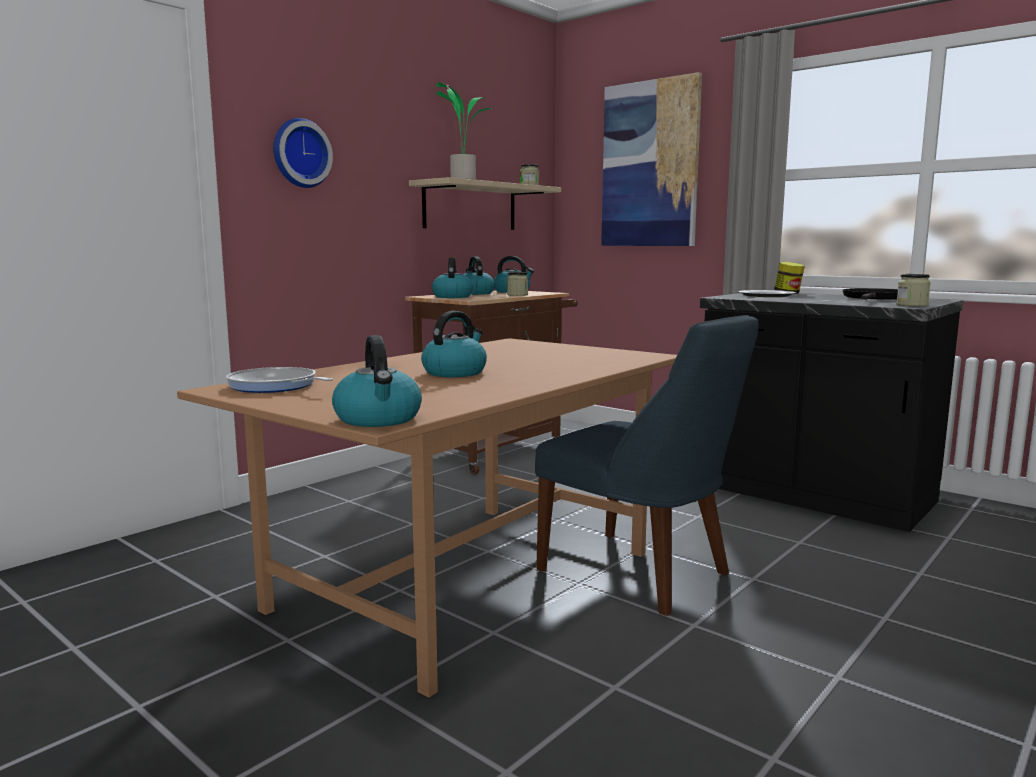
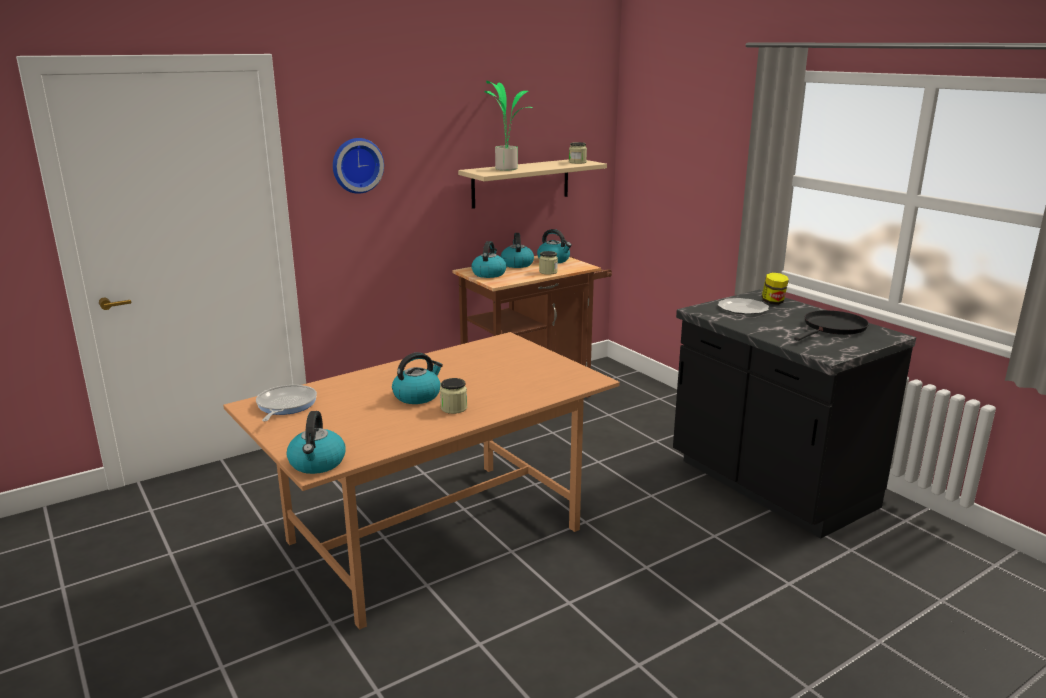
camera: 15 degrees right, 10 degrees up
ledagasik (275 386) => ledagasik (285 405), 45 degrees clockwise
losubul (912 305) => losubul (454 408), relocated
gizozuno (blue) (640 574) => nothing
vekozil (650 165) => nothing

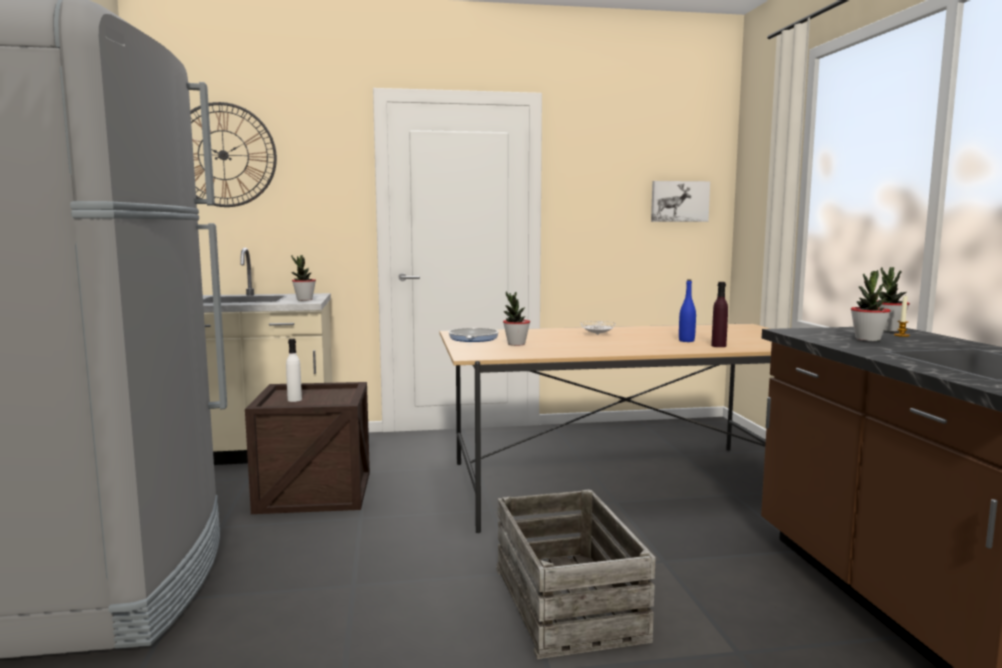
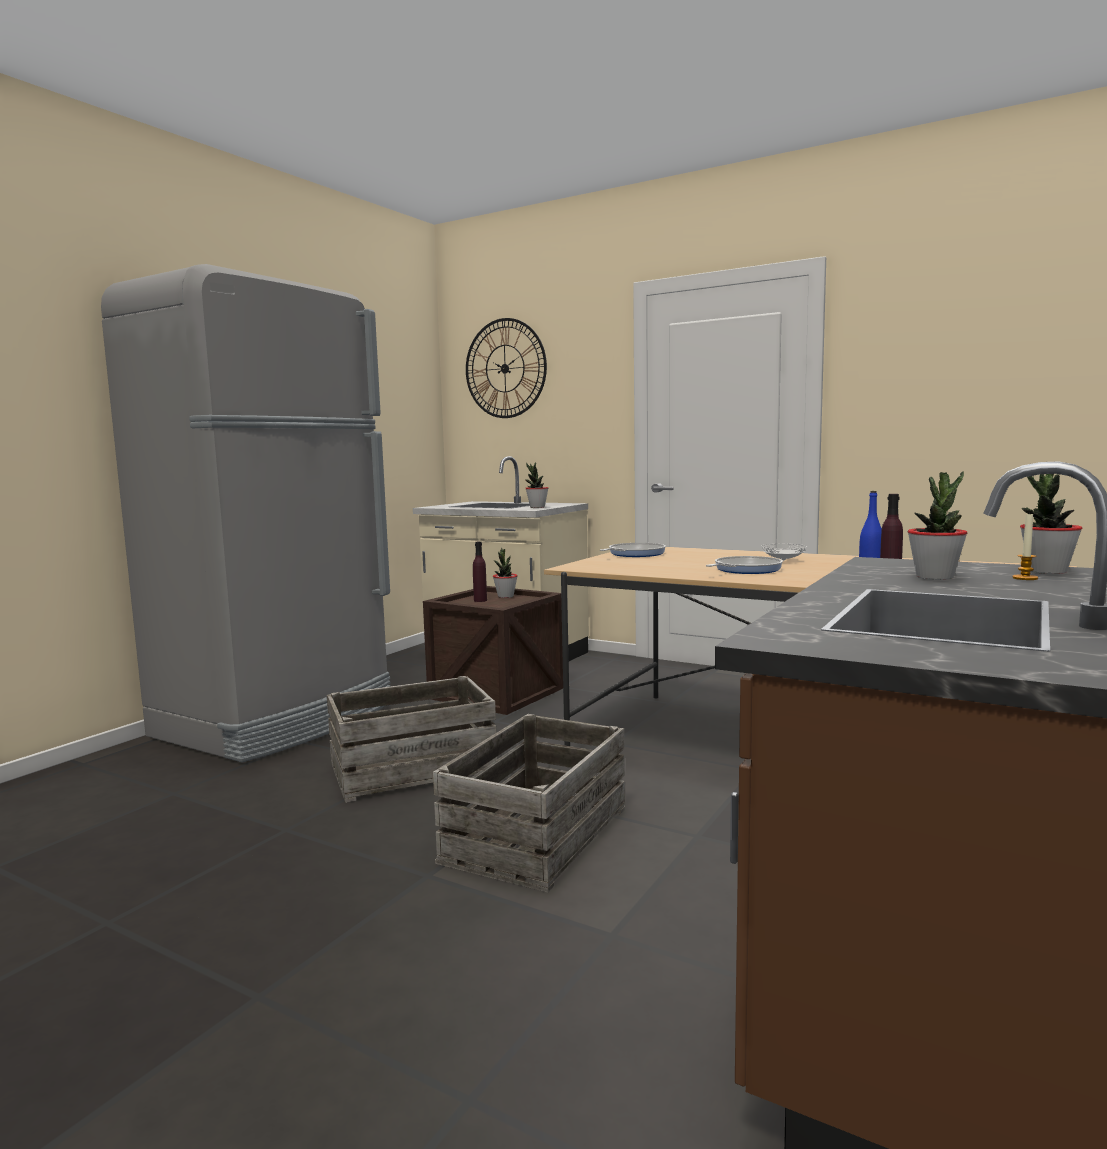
camera: 40 degrees right, 0 degrees up
nothing => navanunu (413 769)
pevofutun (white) (294 400) => pevofutun (purple) (480 600)
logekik (516 344) => logekik (505 596), relocated
nothing => ledagasik (745 570)
vekozil (679 201) => nothing

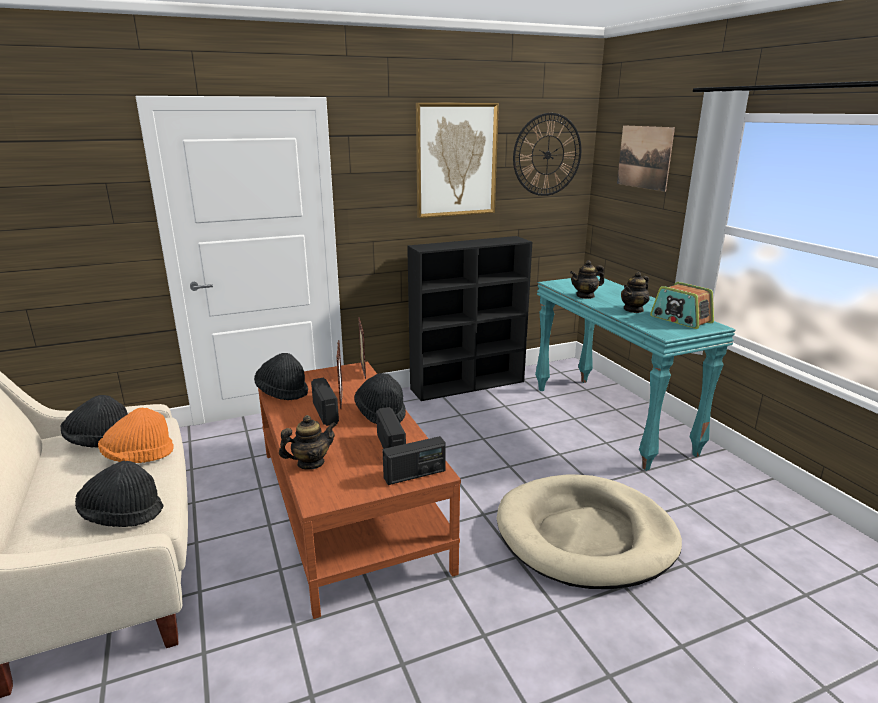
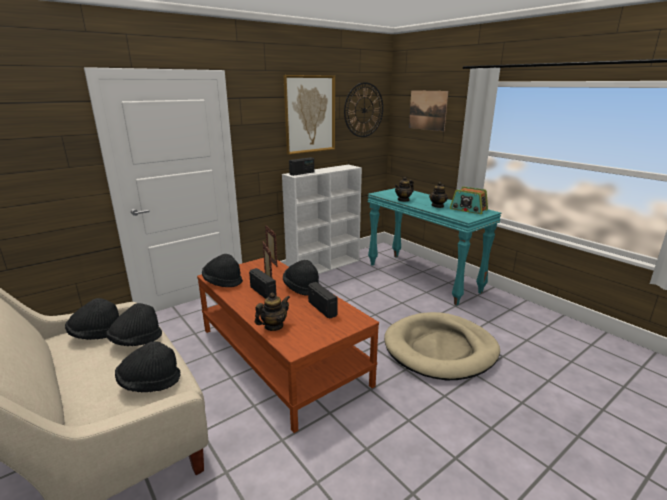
camera: 15 degrees left, 0 degrees up
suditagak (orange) (139 457) => suditagak (black) (136 341)
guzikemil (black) (468 385) => guzikemil (white) (324 266)
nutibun (415 474) => nutibun (302 173), relocated

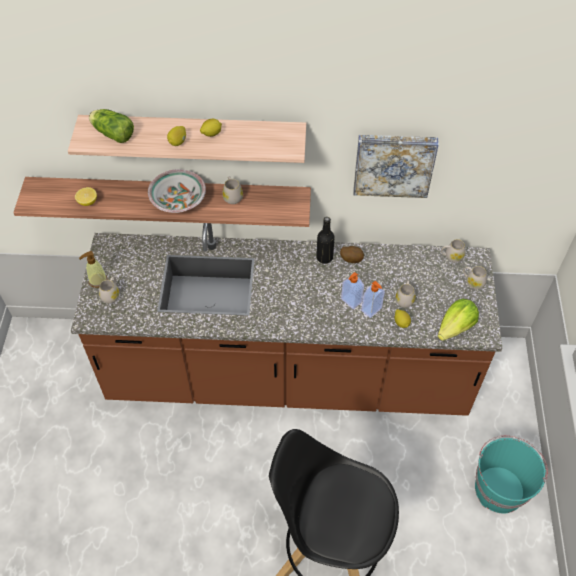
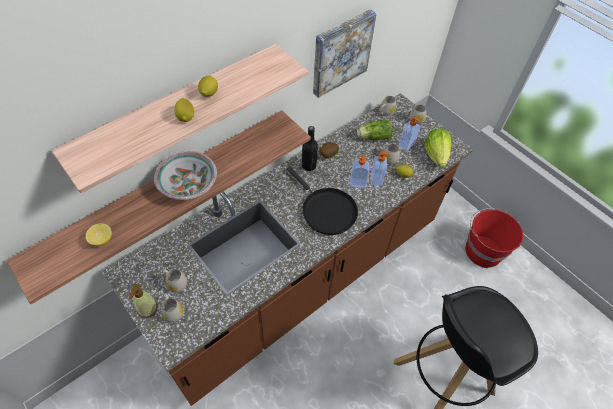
camera: 45 degrees left, 0 degrees up
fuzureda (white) (232 196) => fuzureda (white) (175 283), relocated
nothing => ledagasik (black) (326 210)
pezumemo (112 133) => pezumemo (373 137), relocated
nothing => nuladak (407 145)
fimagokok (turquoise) (499 488) => fimagokok (red) (482 250)

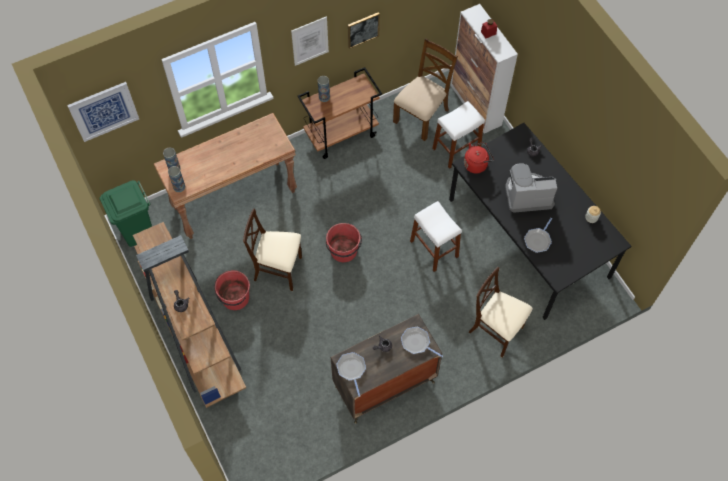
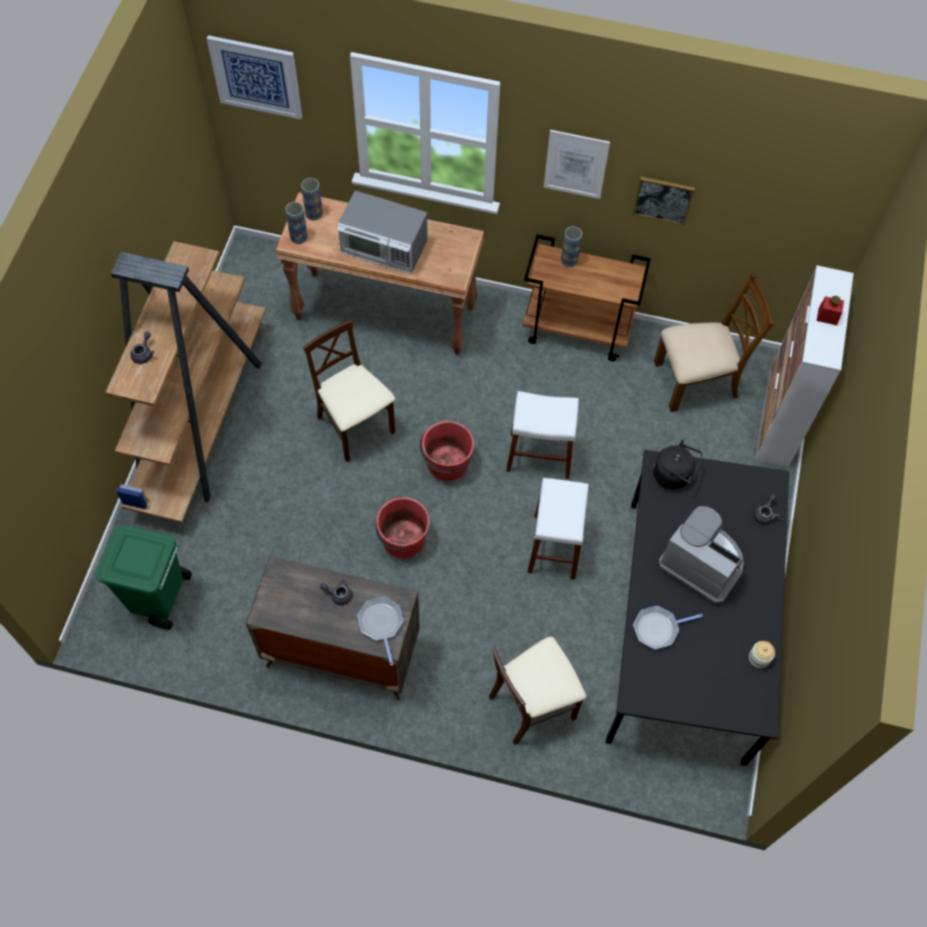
camera: 40 degrees right, 0 degrees up
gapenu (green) (138 232) => gapenu (green) (158 598), relocated
nothing => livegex (383 247)
fimagokok (red) (235 298) => fimagokok (red) (403 539), relocated
gizozuno (beige) (496 331) => gizozuno (beige) (532 704), 105 degrees counterclockwise
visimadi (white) (456 149) => visimadi (white) (539 455), relocated
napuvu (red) (476 164) => napuvu (black) (674 475)
ledagasik (351 369) => nothing

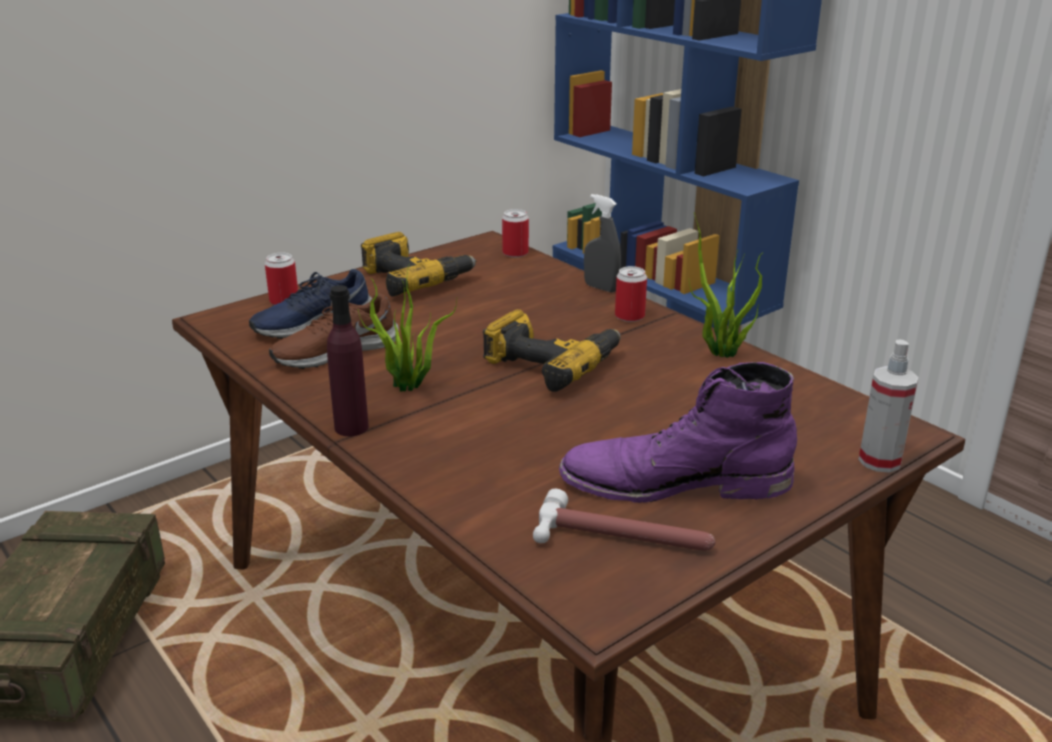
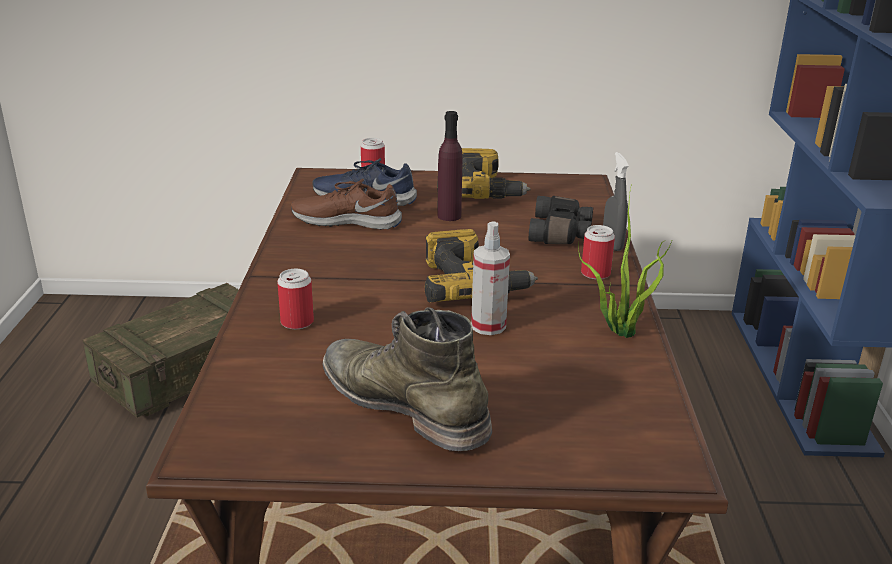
camera: 40 degrees right, 0 degrees up
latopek (515 253) => latopek (297 322), relocated
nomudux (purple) (674 482) => nomudux (green) (403 403)
pevofutun (purple) (351 427) => pevofutun (purple) (449 216), relocated
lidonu (879 461) => lidonu (488 326), relocated
nothing => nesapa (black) (561 233)
logekik (409 387) => nothing
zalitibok (624 539) => nothing

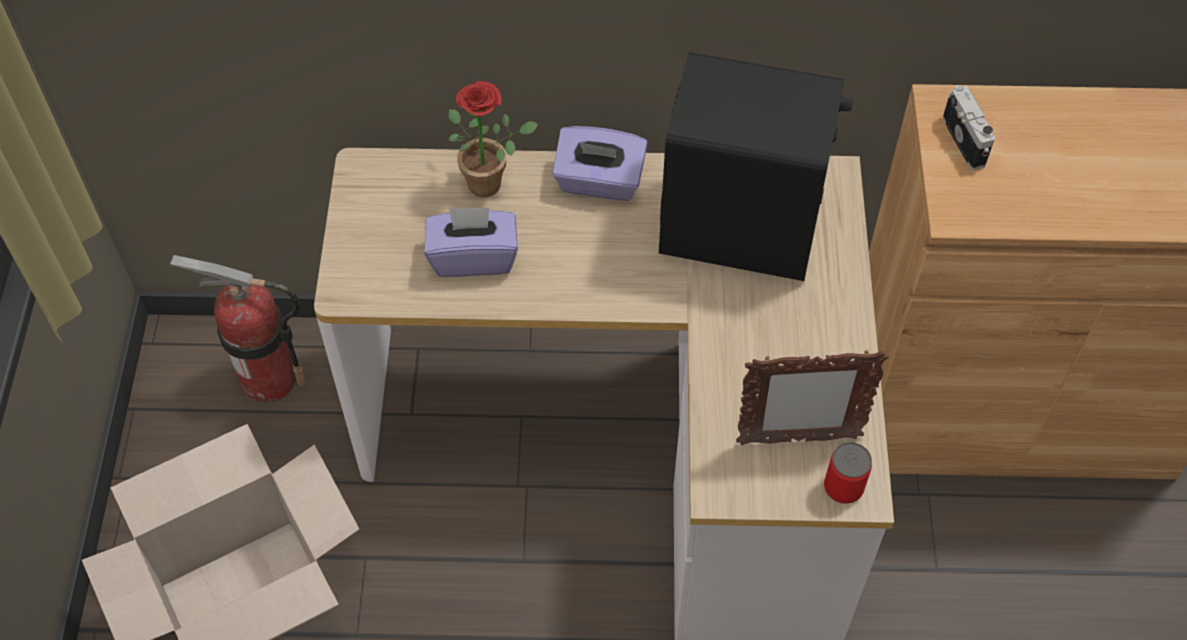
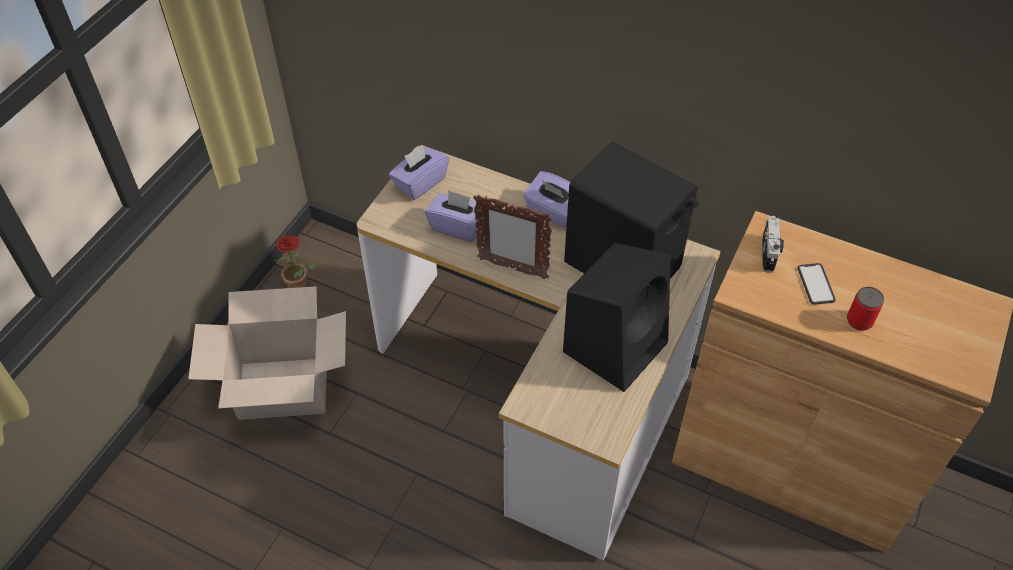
camera: 25 degrees right, 5 degrees down
logekik (491 182) => logekik (301 287), relocated
nothing => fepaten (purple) (420 183)
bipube (797 440) => bipube (512 268), relocated
nothing => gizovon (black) (616 345)
nothing => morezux (815 284)
latopek (843 487) => latopek (859 321), relocated
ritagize (268 378) => nothing

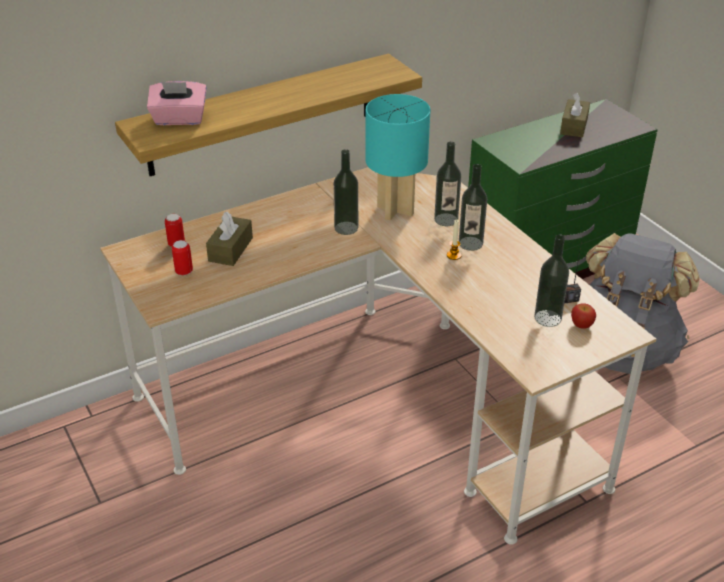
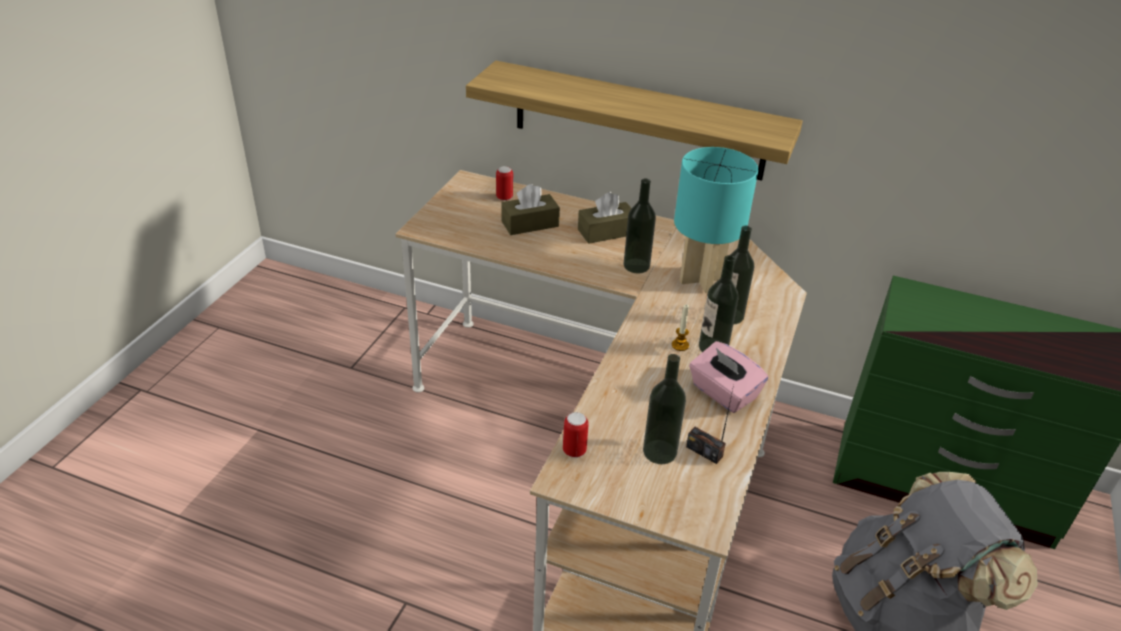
camera: 50 degrees right, 0 degrees up
latopek (184 272) => latopek (574 451), relocated
fepaten (brown) (574 126) => fepaten (brown) (606 232), relocated
fepaten (pink) (179 119) => fepaten (pink) (723 393), relocated
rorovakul (581 325) => nothing

